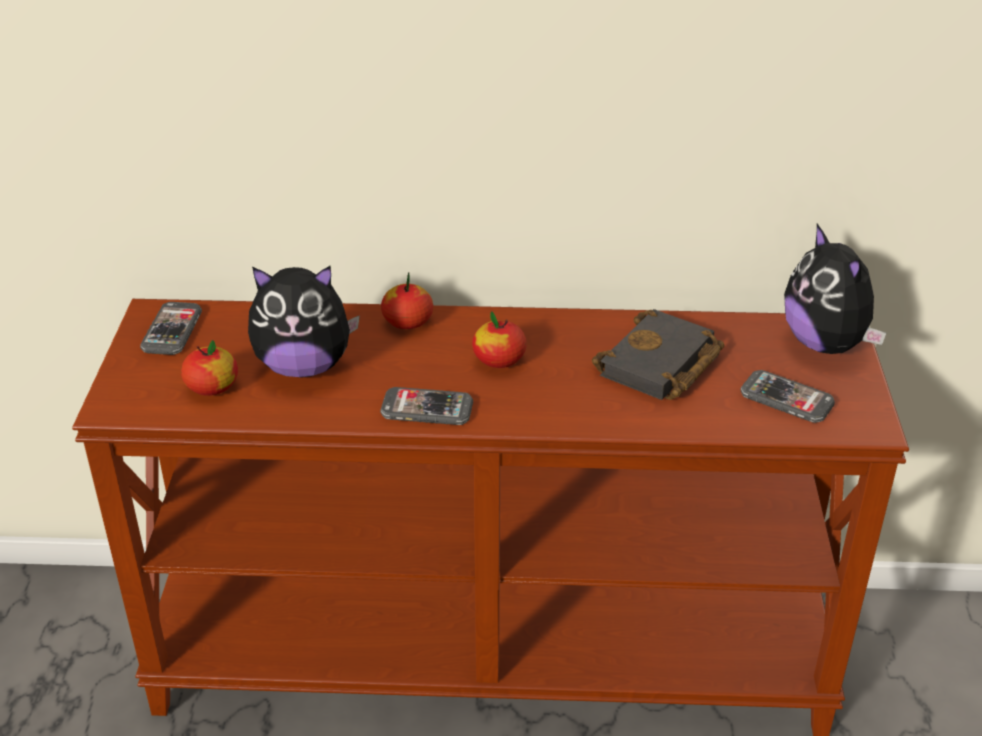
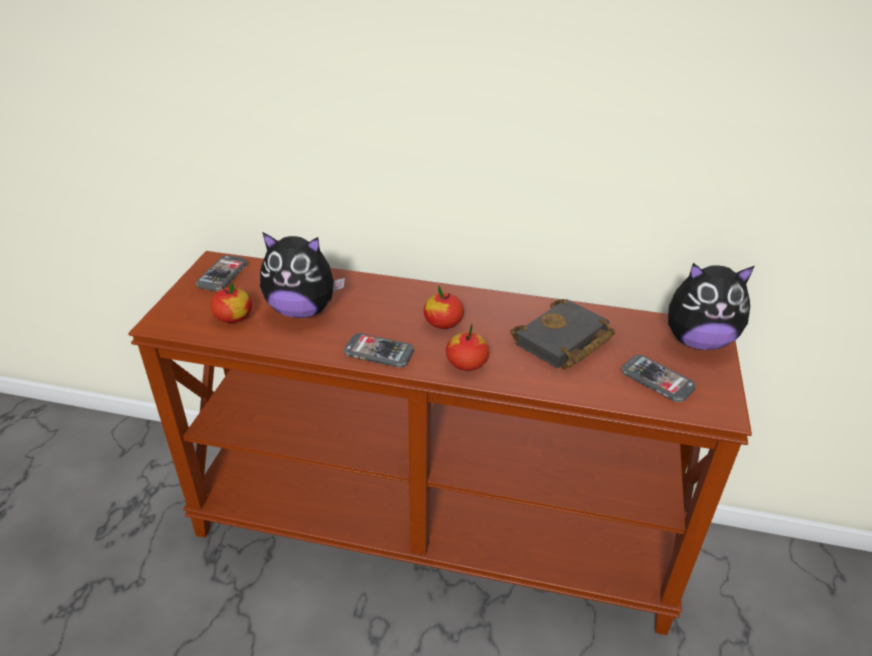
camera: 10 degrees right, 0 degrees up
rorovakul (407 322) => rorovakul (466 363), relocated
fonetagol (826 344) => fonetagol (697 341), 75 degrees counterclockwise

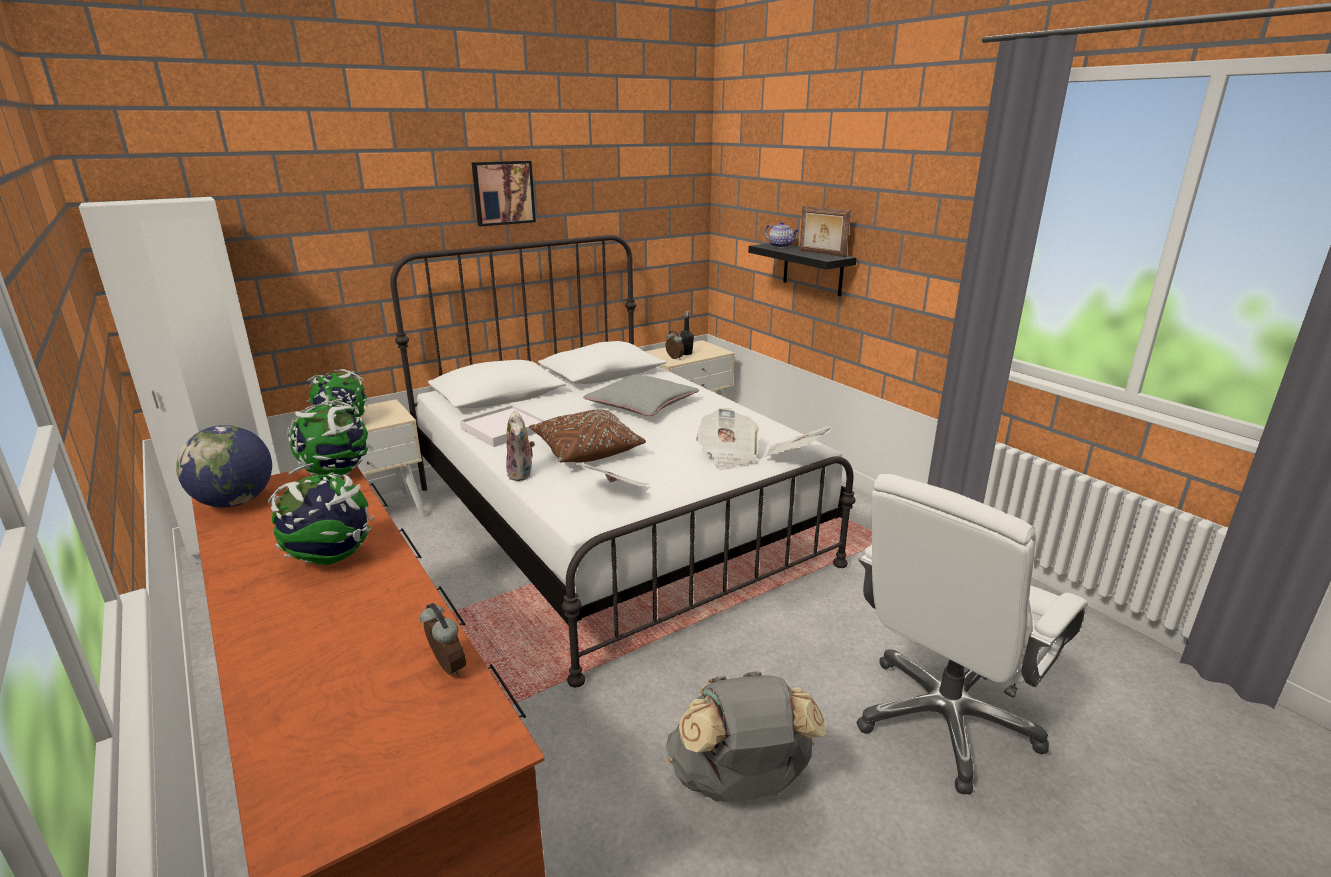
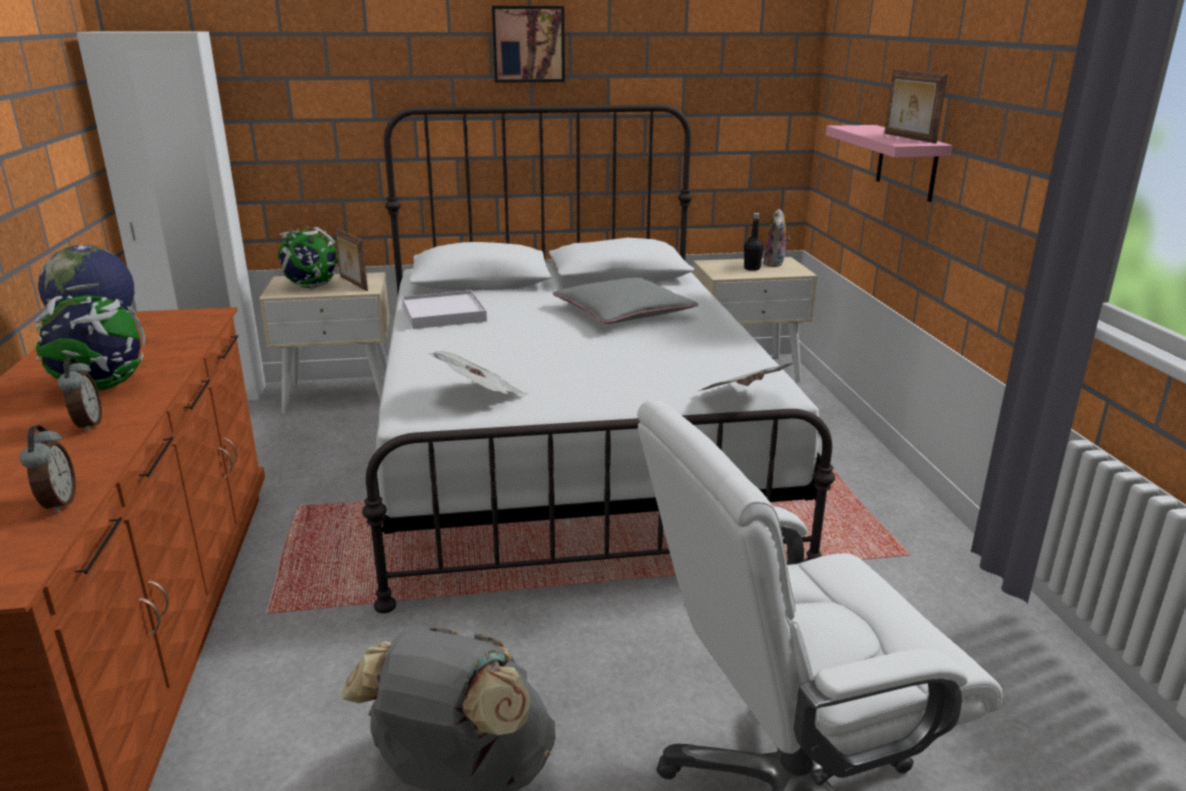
camera: 25 degrees right, 0 degrees up
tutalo (674 358) => tutalo (87 425), relocated
nothing => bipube (352 283)
fonetagol (522 474) => fonetagol (775 264), relocated
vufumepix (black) (813 269) => vufumepix (pink) (907 162)
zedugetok (337 473) => nothing
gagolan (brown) (586 450) => nothing
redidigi (727 455) => nothing
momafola (781 246) => nothing

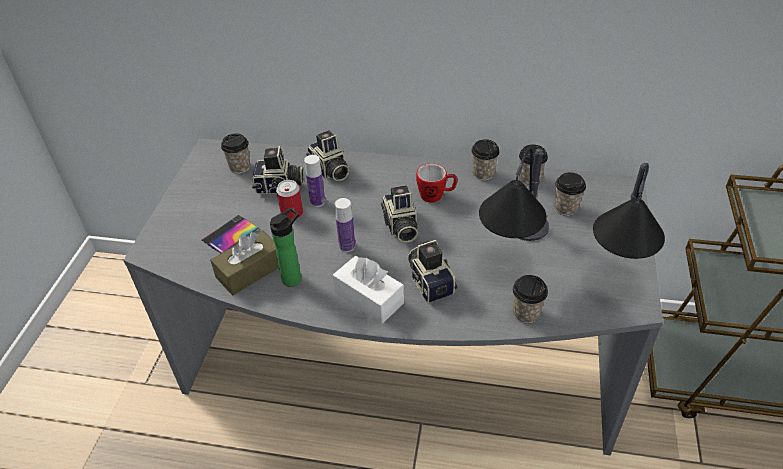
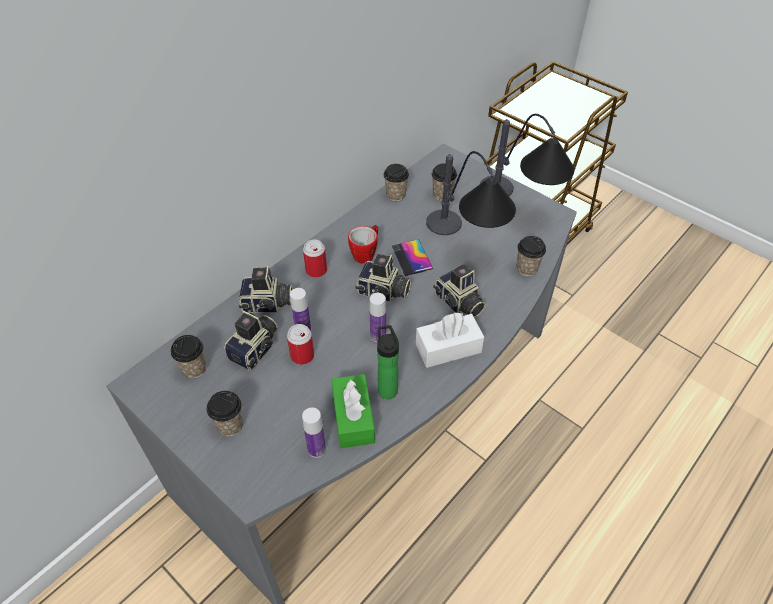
camera: 60 degrees left, 5 degrees up
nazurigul (483 174) => nazurigul (230 425), relocated
nothing => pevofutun (316 449)
nothing => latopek (316 270)
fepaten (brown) (250 271) => fepaten (green) (353 418)
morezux (230 234) => morezux (412 257), relocated
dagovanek (430 281) => dagovanek (458 303), 135 degrees counterclockwise

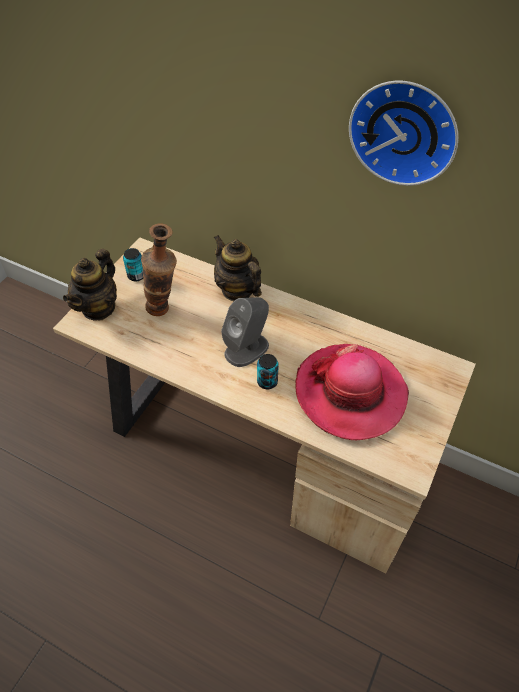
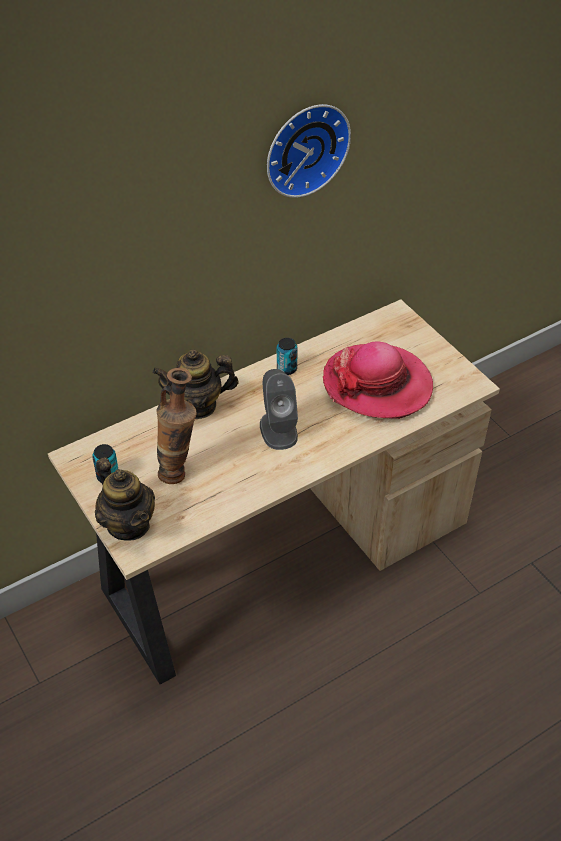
camera: 60 degrees left, 5 degrees down
latopek (267 382) => latopek (286 369), relocated

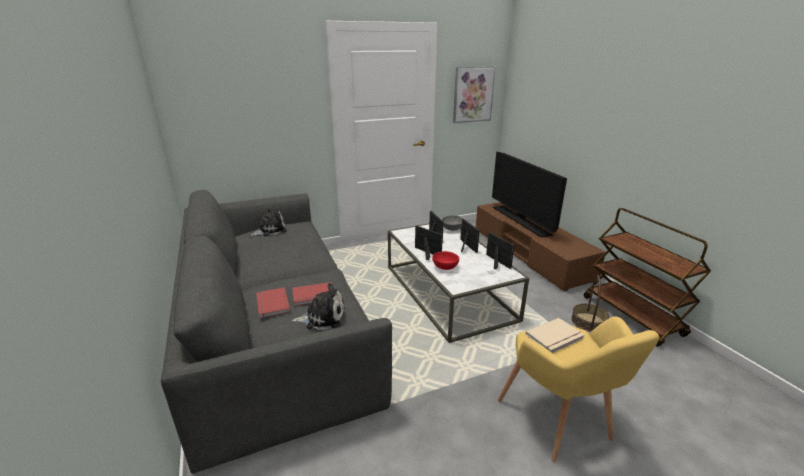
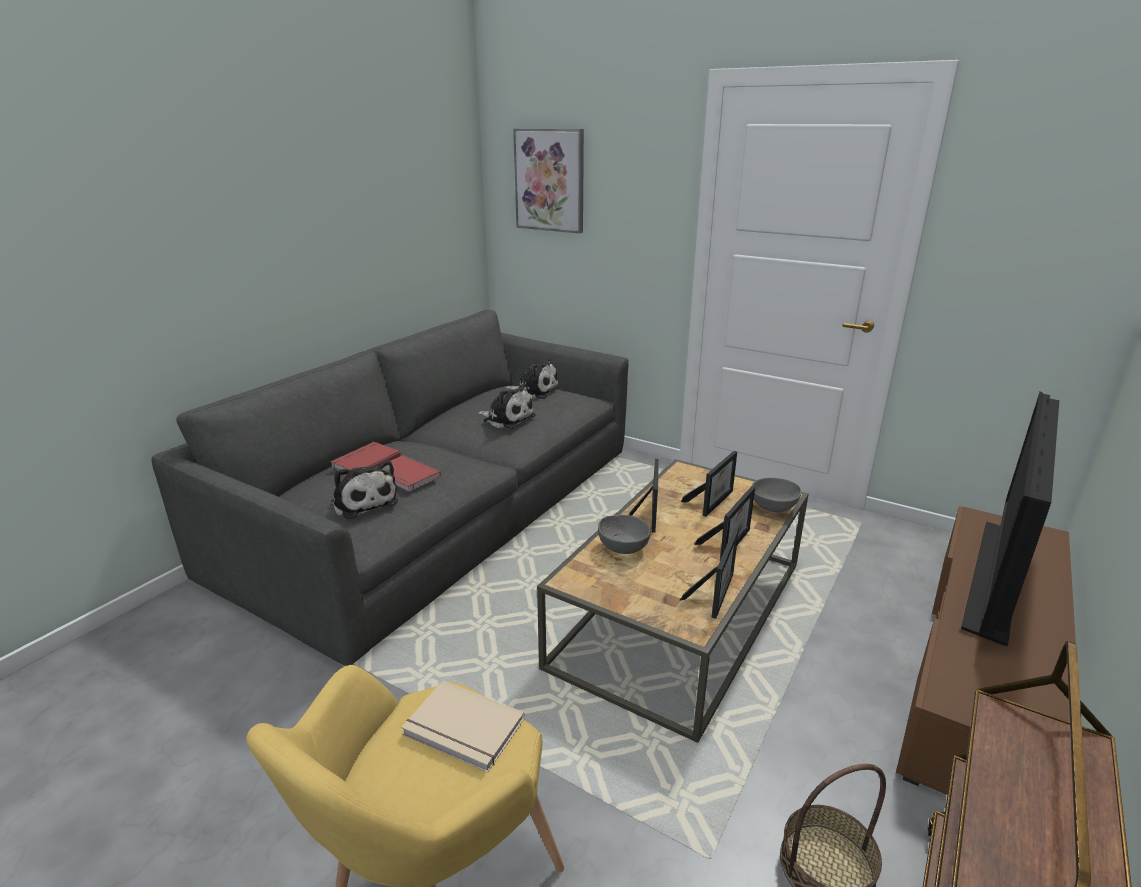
camera: 55 degrees right, 0 degrees up
nothing => fonetagol (507 418)
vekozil (473 94) => vekozil (550 180), relocated
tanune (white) (447 292) => tanune (brown) (679 612)
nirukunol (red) (444 267) => nirukunol (grey) (623 547)

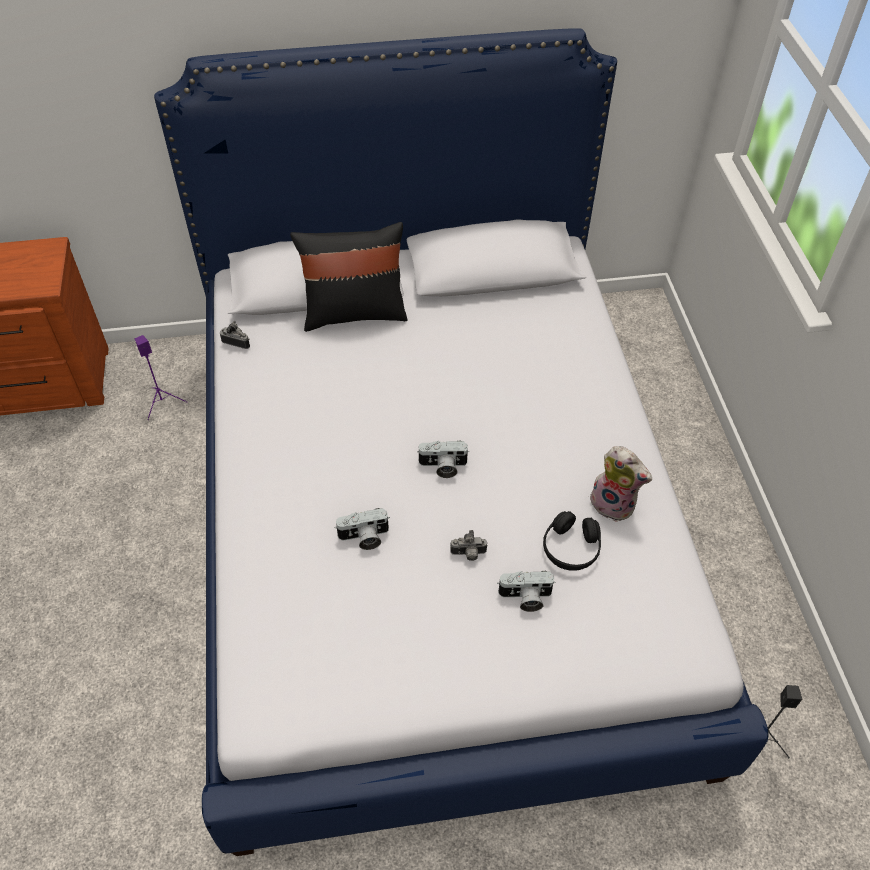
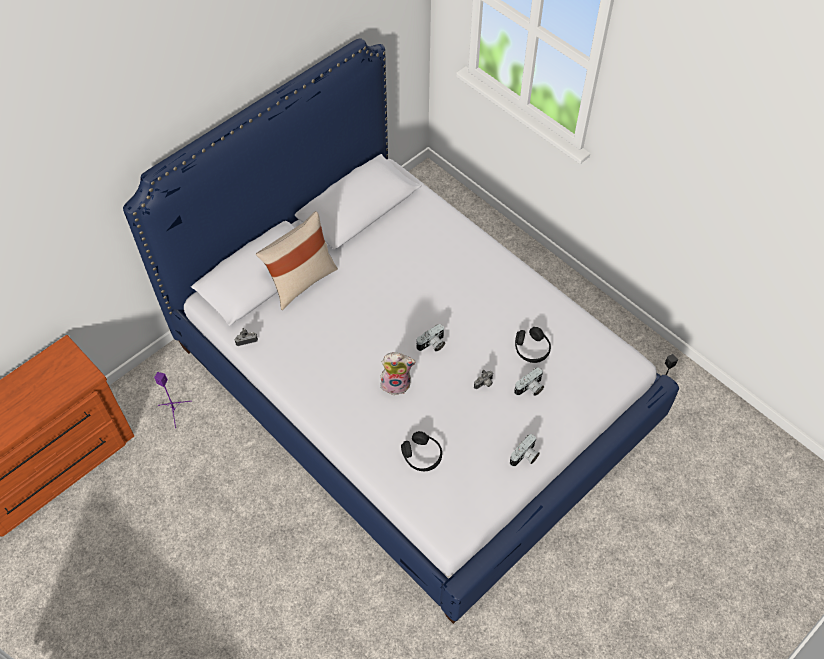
camera: 35 degrees left, 5 degrees up
gagolan (black) (354 313) => gagolan (beige) (301 281)
fonetagol (614 504) => fonetagol (396 383), relocated
nothing => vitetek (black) (422 455)
dagovanek (364 538) => dagovanek (525 457), relocated

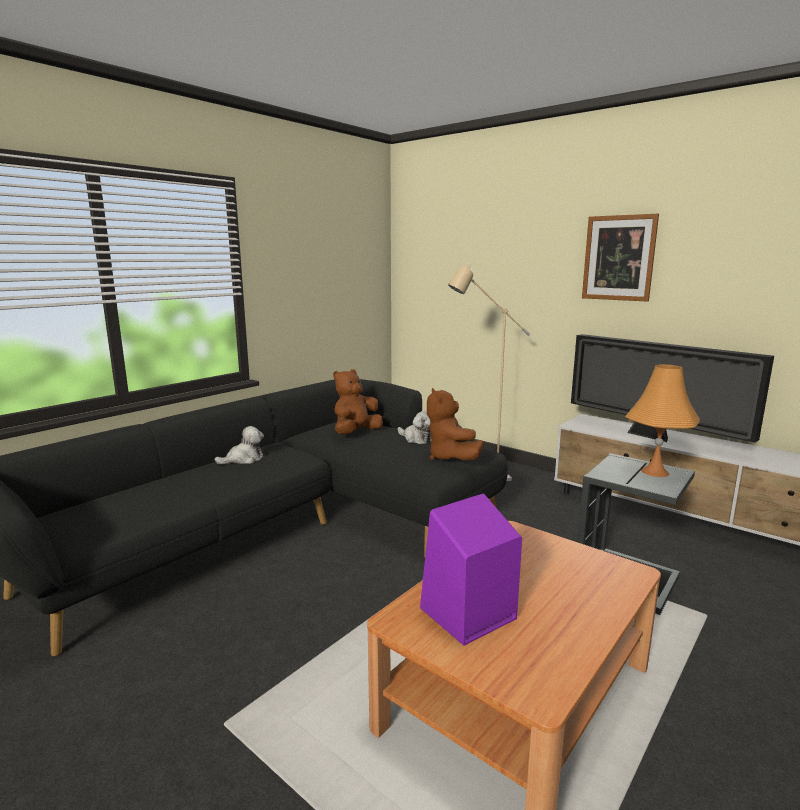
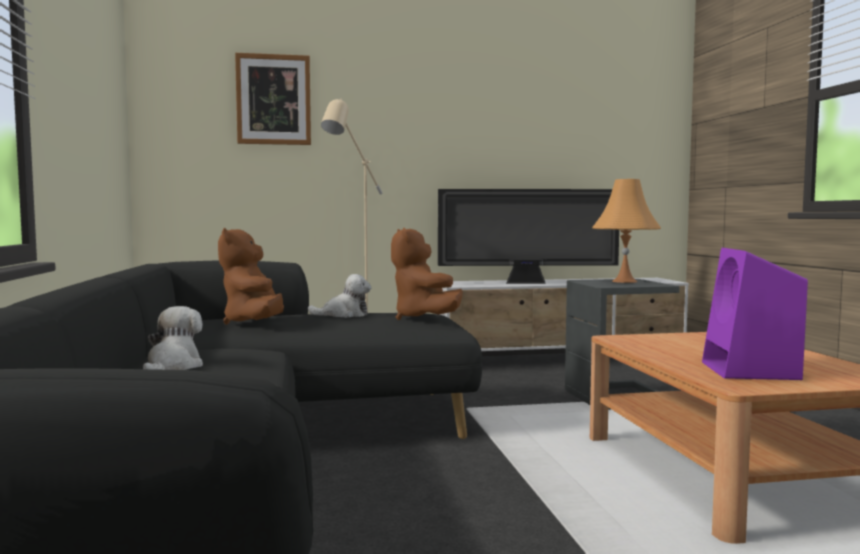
camera: 50 degrees left, 10 degrees down
vekozil (618 258) => vekozil (273 99), relocated
fonetagol (brown) (450 457) => fonetagol (brown) (423 318), 45 degrees clockwise

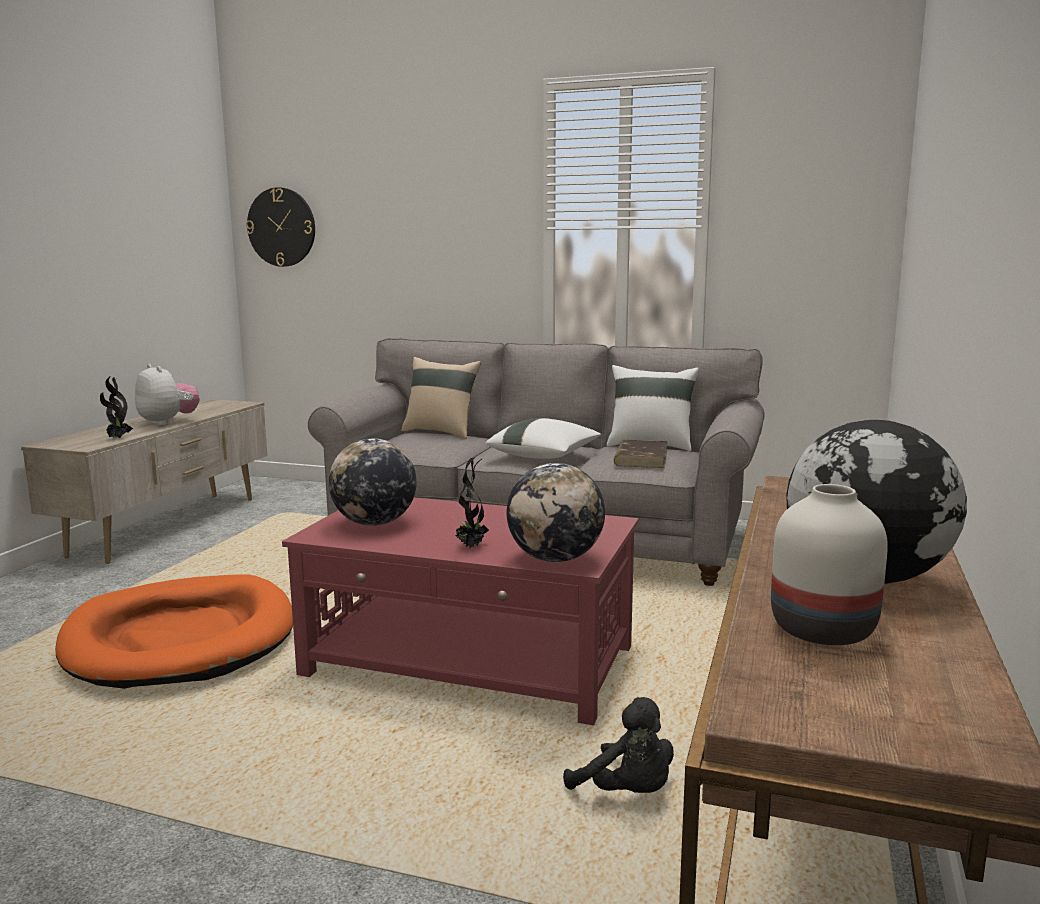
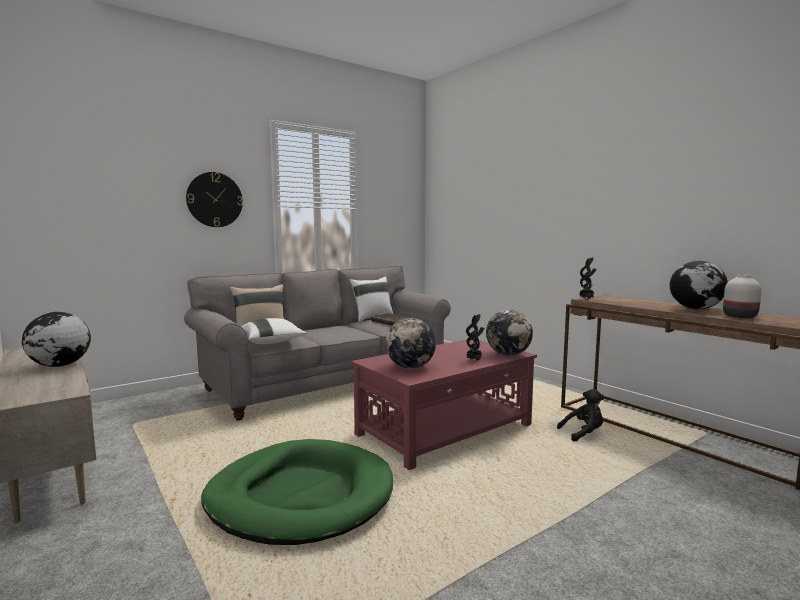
camera: 55 degrees left, 5 degrees down
fonetagol (168 422) => zedugetok (59 366)
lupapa (281 227) => lupapa (214 200), relocated
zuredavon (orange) (180 639) => zuredavon (green) (300 496)
gagolan (white) (544 456) => gagolan (white) (272 342), relocated
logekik (118 438) => logekik (586 299), relocated

